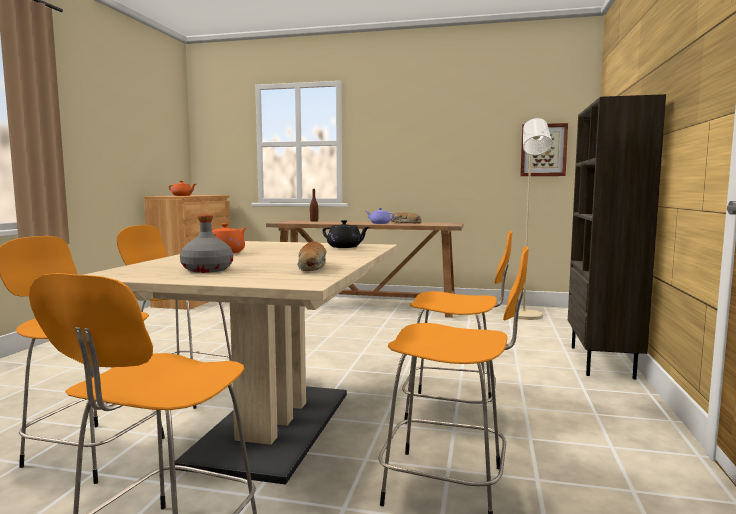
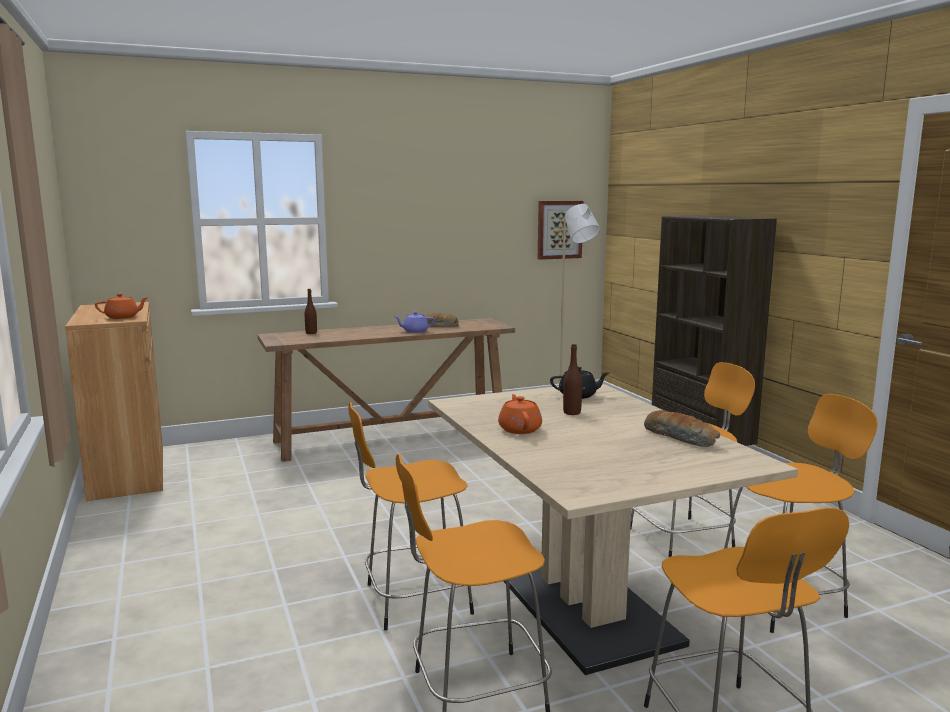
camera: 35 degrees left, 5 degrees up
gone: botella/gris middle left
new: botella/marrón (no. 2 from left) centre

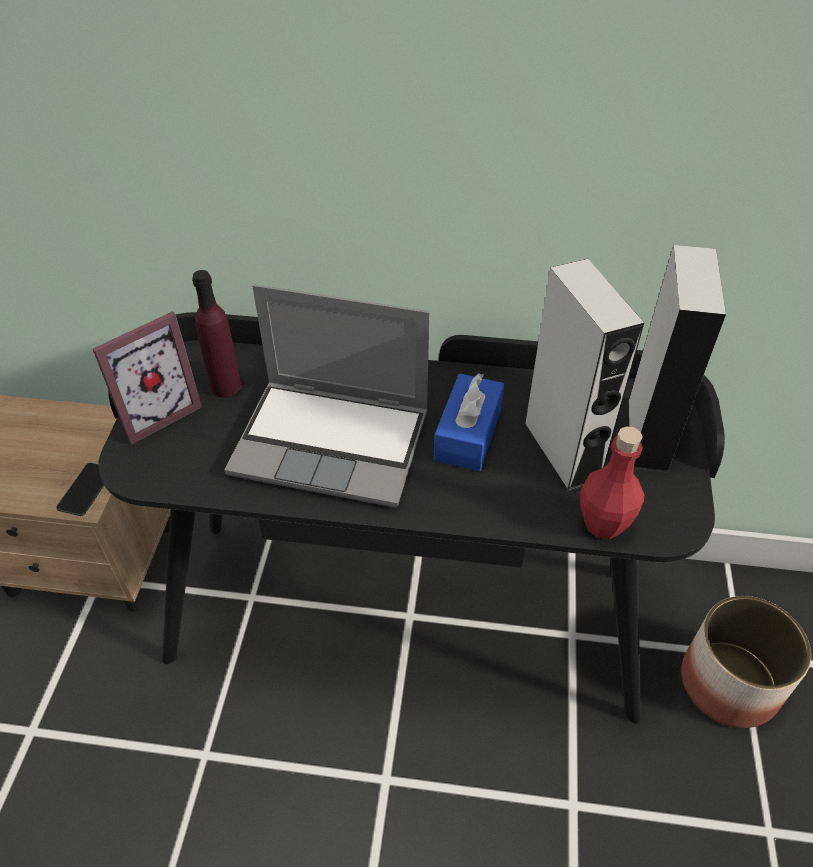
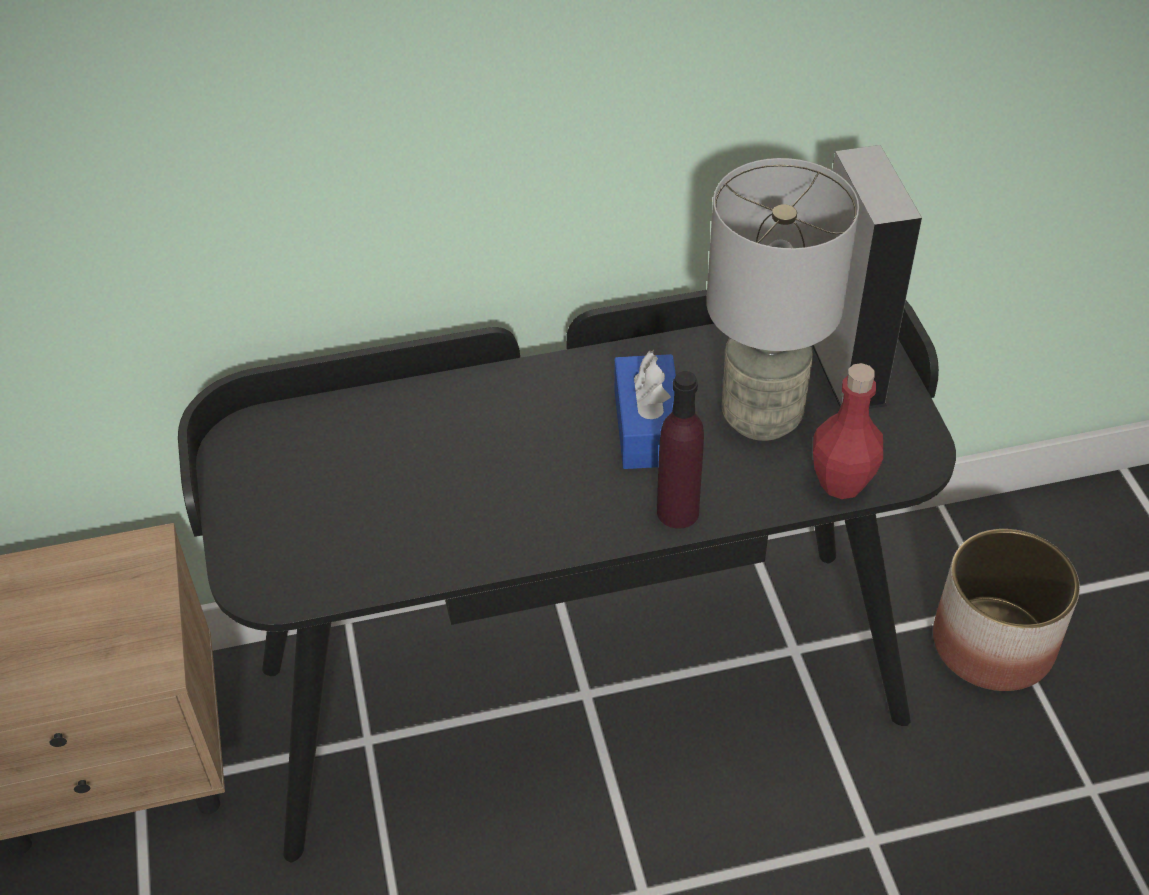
camera: 20 degrees left, 0 degrees up
gone: portátil centre; portarretratos middle left; móvil middle left
shifted: botella/morado middle left to centre
swapped: altavoz/gris (no. 1 from left) middle right to lámpara de mesa/gris middle right

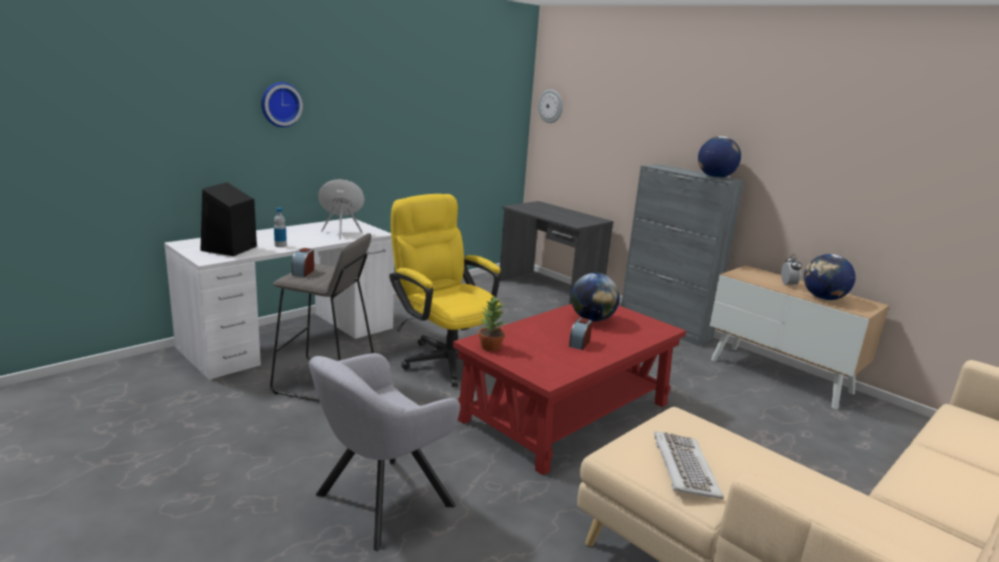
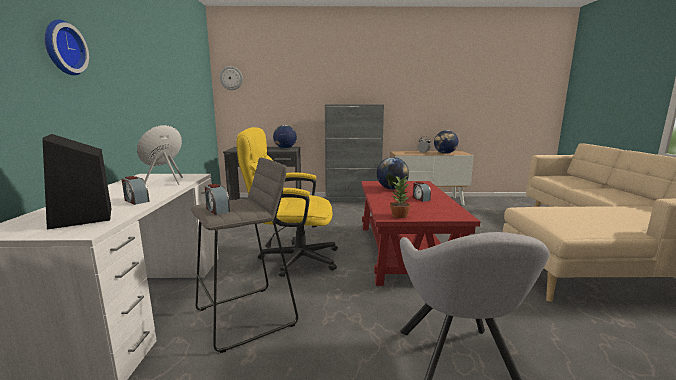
camera: 45 degrees left, 5 degrees down
gone: teclado bottom right
shifted: globo terráqueo (no. 2 from left in the first image) top right to globo terráqueo (no. 1 from left) centre
swapped: botella middle left to despertador (no. 1 from left) middle left

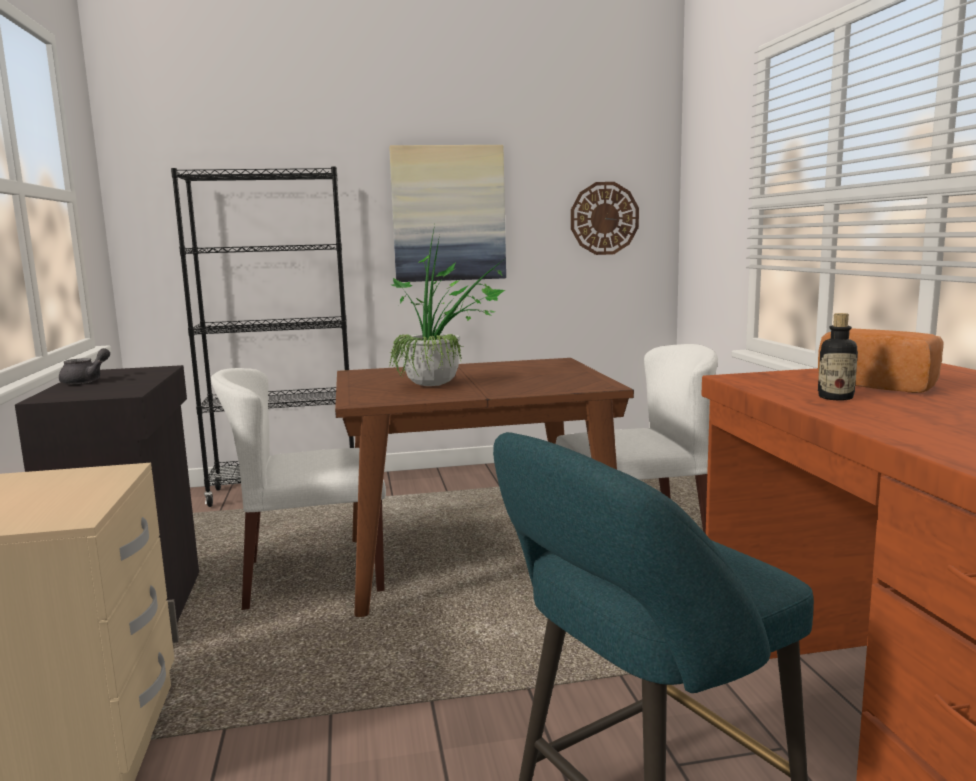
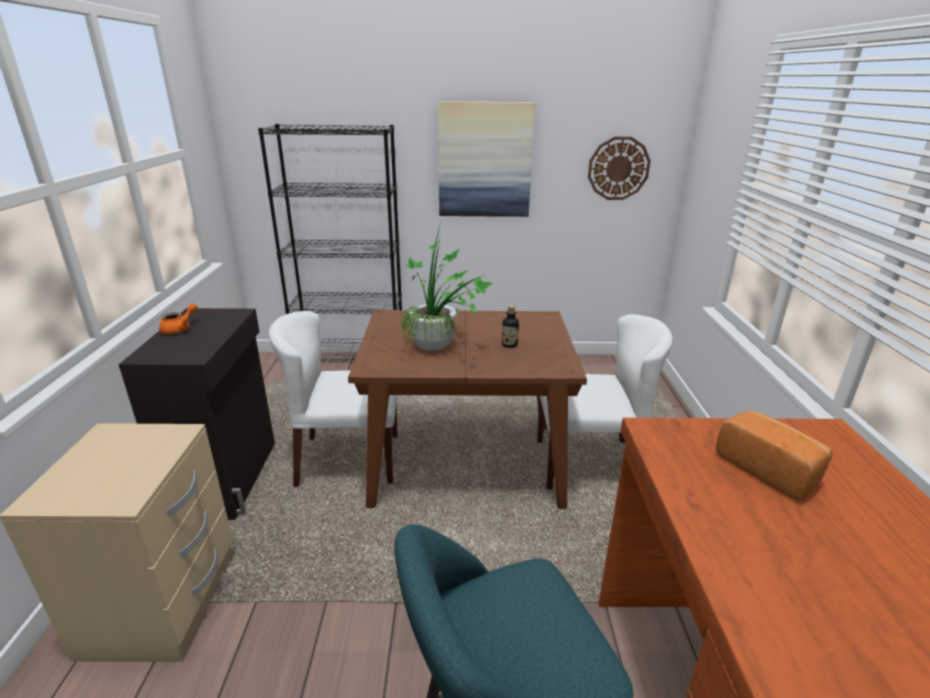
camera: 10 degrees right, 15 degrees up
shifted: botella middle right to centre
repainted: tetera/gris middle left to tetera/naranja middle left

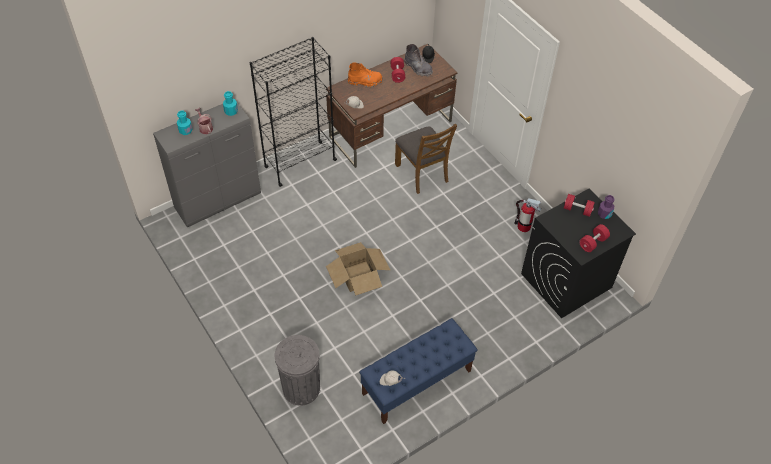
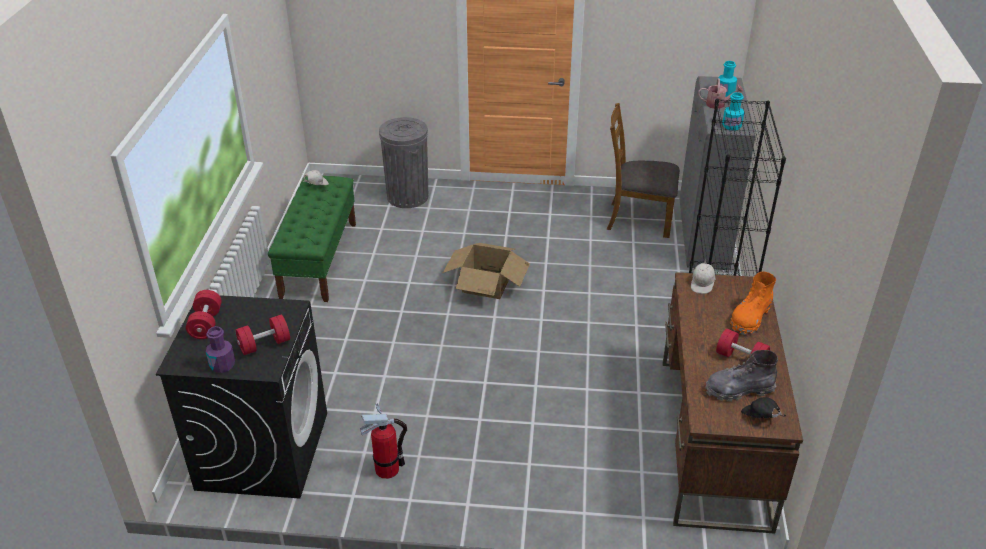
camera: 130 degrees right, 15 degrees down
shifted: silla/marrón centre to top centre
repainted: banco/azul bottom centre to banco/verde middle left

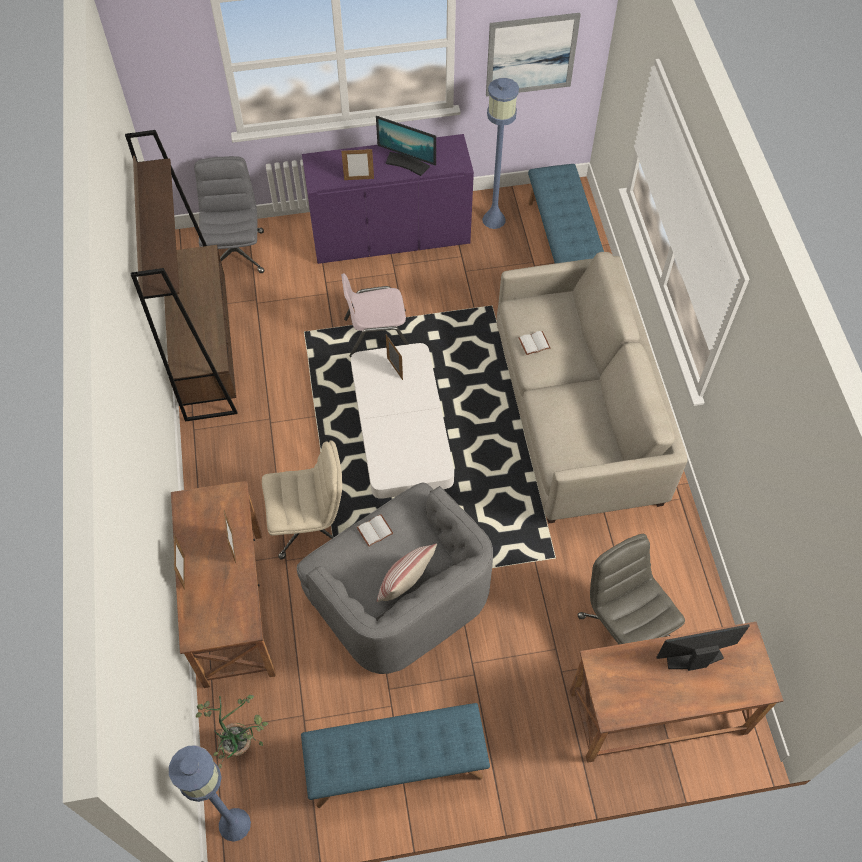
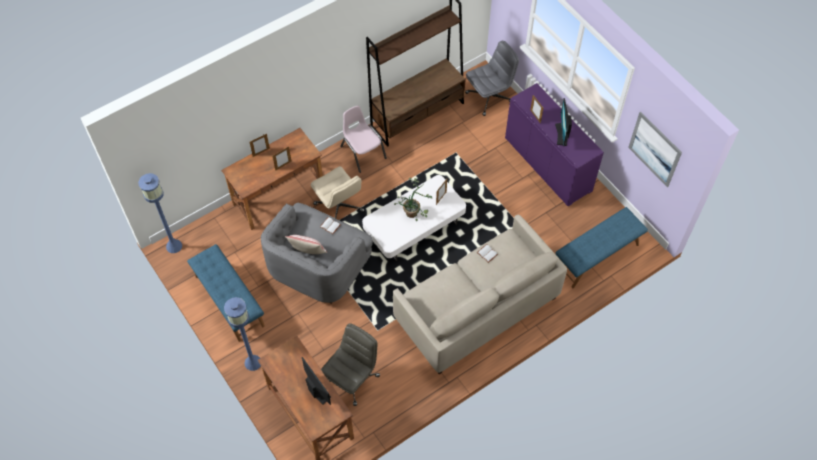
camera: 65 degrees right, 0 degrees up
shifted: lámpara de pie/azul (no. 2 from left) top centre to bottom left; silla/rosa centre to top centre; planta en maceta bottom left to centre

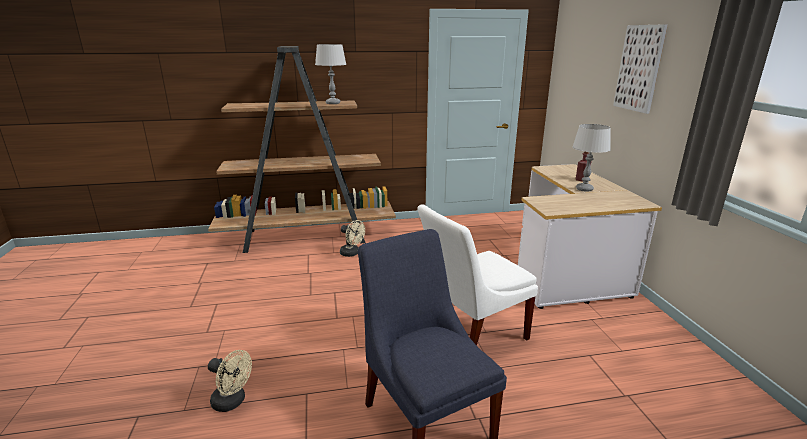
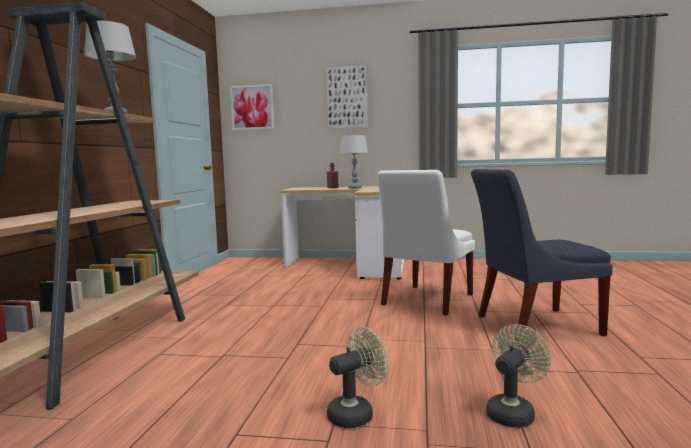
camera: 70 degrees left, 15 degrees down
new: cuadro (no. 1 from left) top centre
shifted: ventilador/beis (no. 2 from left in the first image) centre to ventilador/beis (no. 1 from left) bottom centre
rotated: silla/blanco centre = centre 45 degrees clockwise

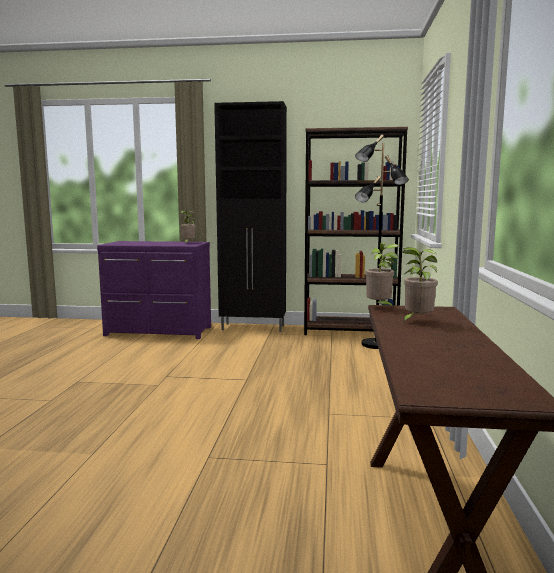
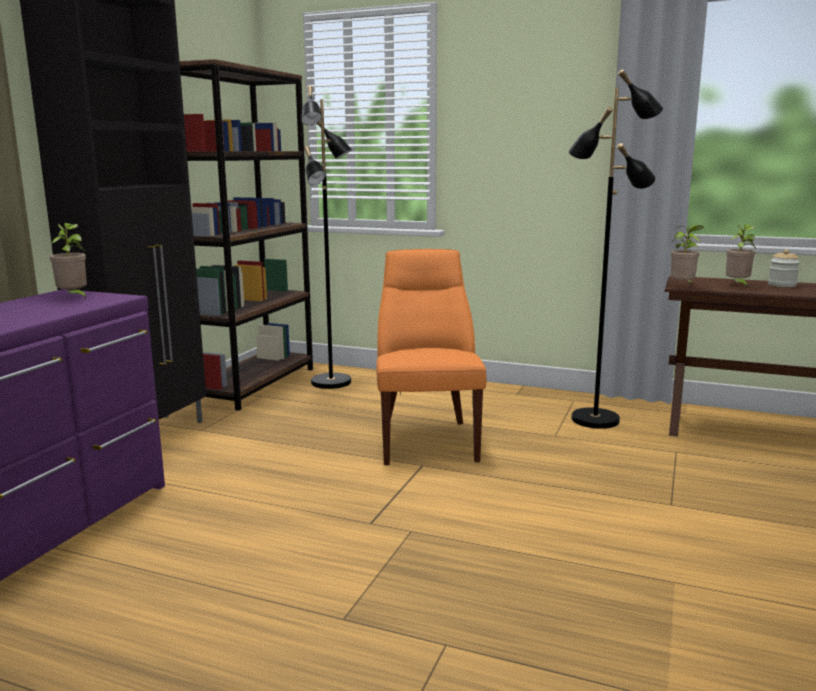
camera: 75 degrees left, 5 degrees up
new: lámpara de pie/negro (no. 2 from left) middle right; silla/naranja centre; tarro middle right

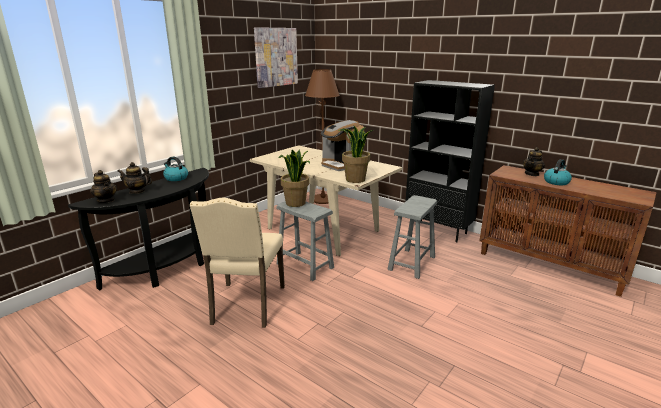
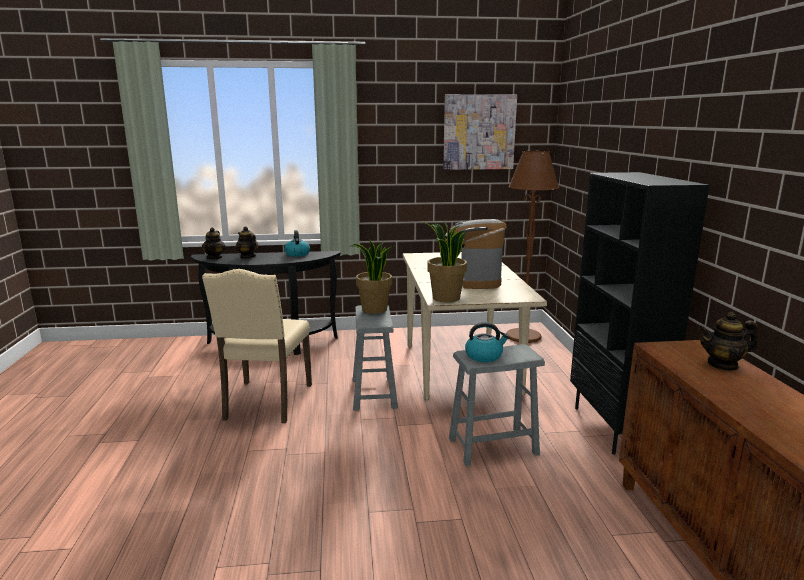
camera: 45 degrees right, 5 degrees down
shifted: hervidor (no. 2 from left) middle right to centre
rotated: silla/beis centre = middle left 45 degrees counterclockwise

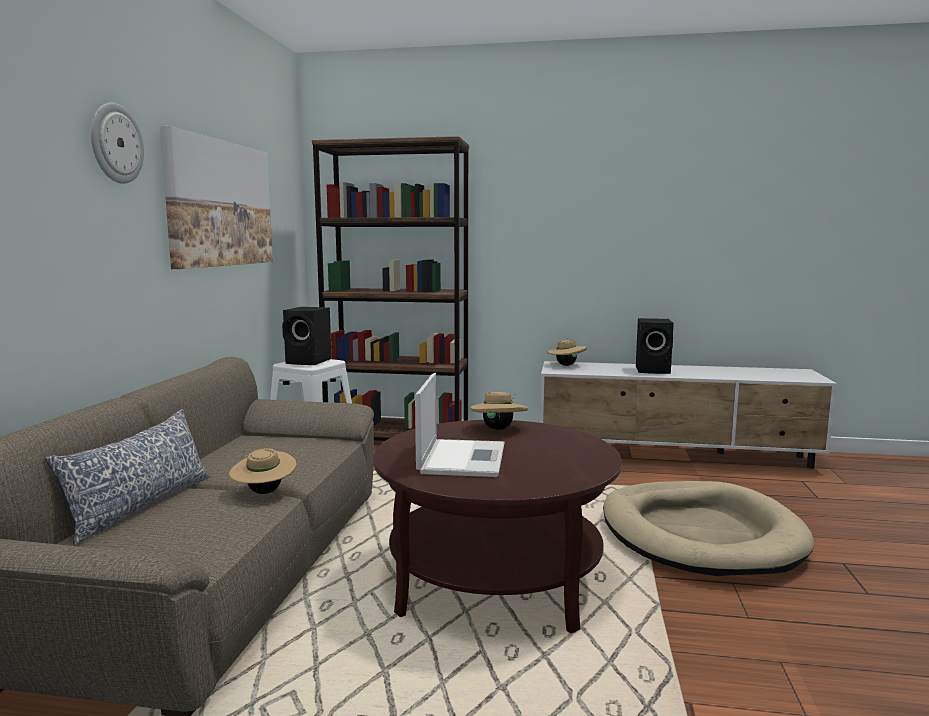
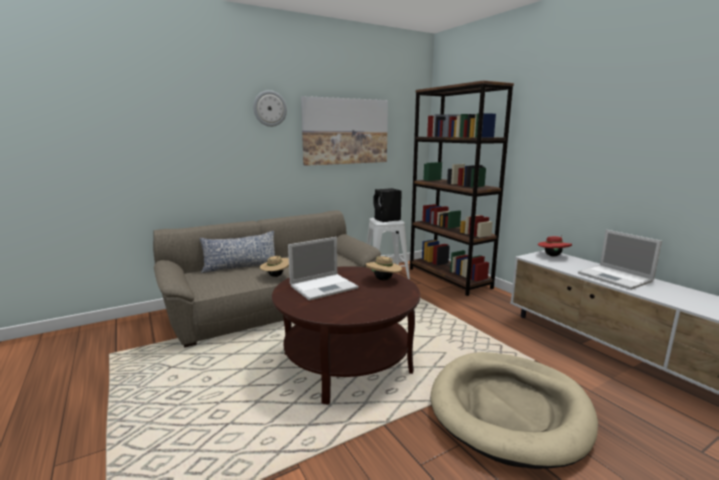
camera: 50 degrees right, 5 degrees up
swapped: altavoz/negro (no. 2 from left) middle right to portátil (no. 2 from left) middle right
repainted: sombrero/beis (no. 3 from left) centre to sombrero/rojo middle right

